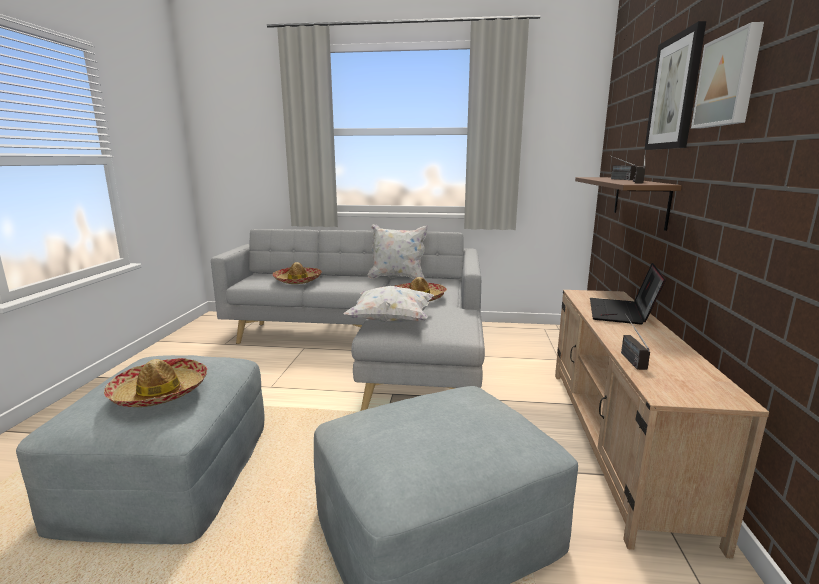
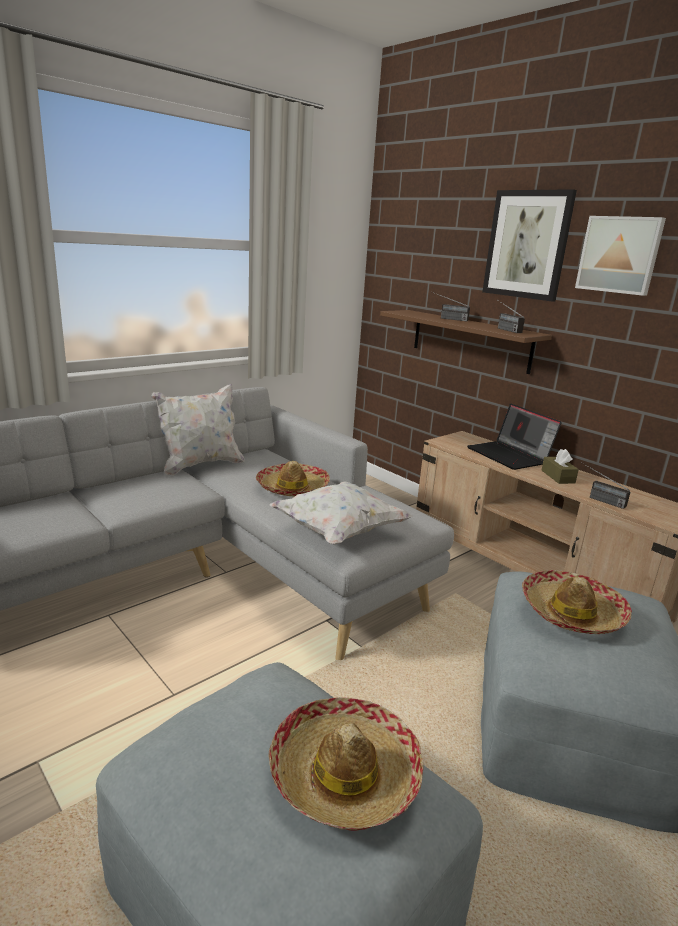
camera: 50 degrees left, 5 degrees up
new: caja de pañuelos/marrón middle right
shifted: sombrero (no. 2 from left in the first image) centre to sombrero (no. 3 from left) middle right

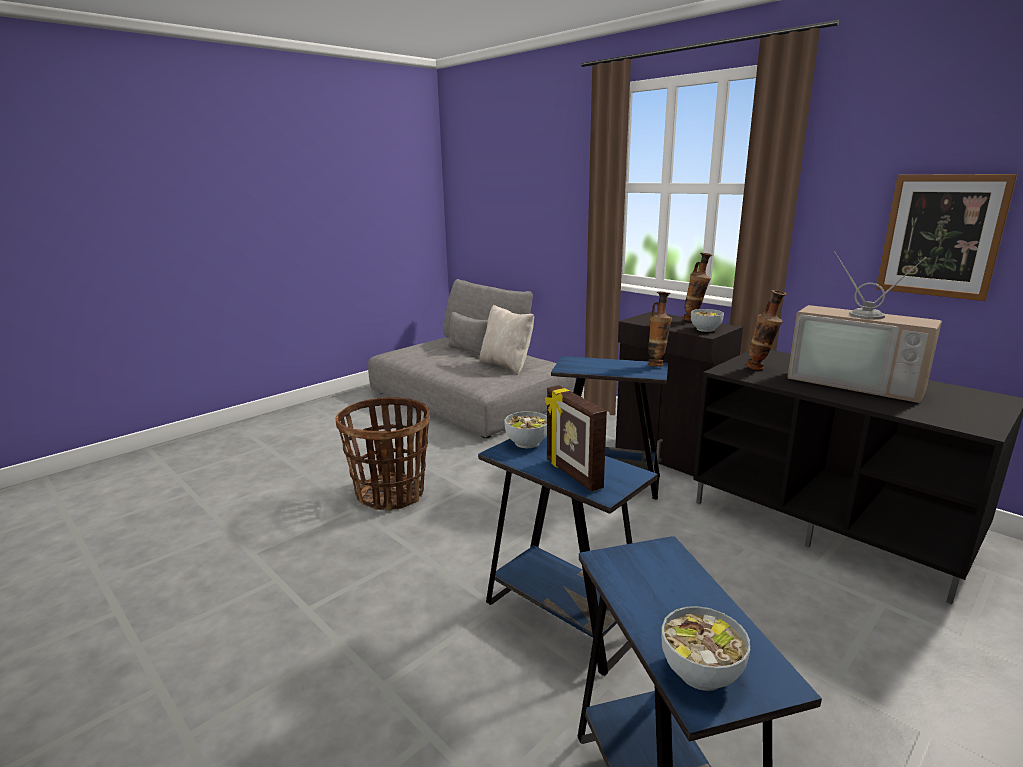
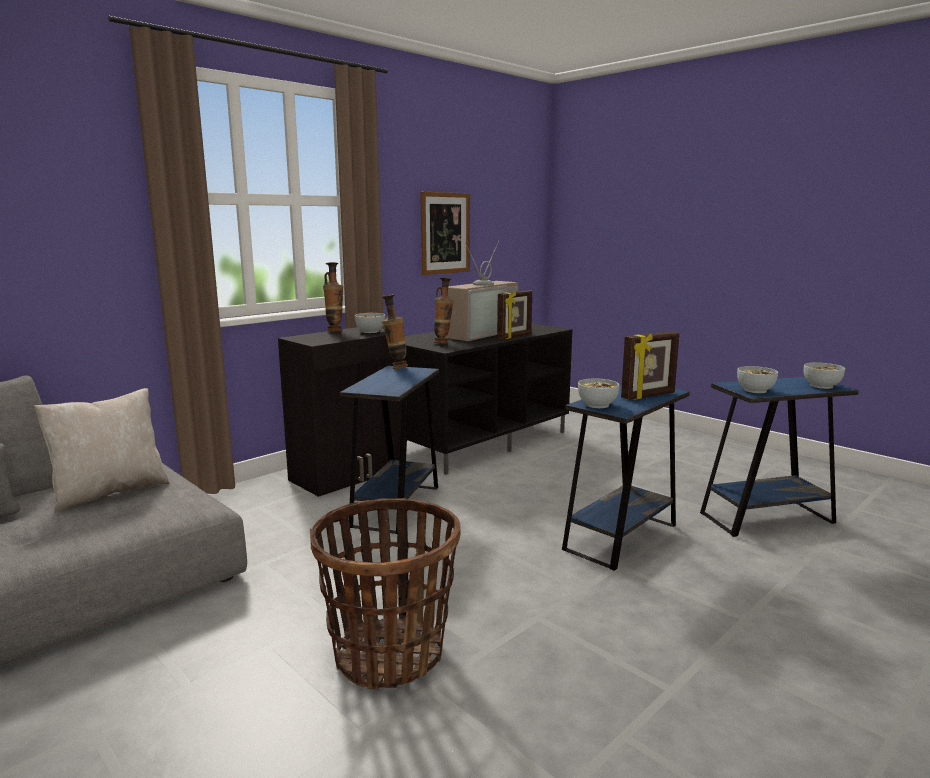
camera: 90 degrees left, 5 degrees down
new: portarretratos (no. 1 from left) centre; cuenco (no. 3 from left) middle right

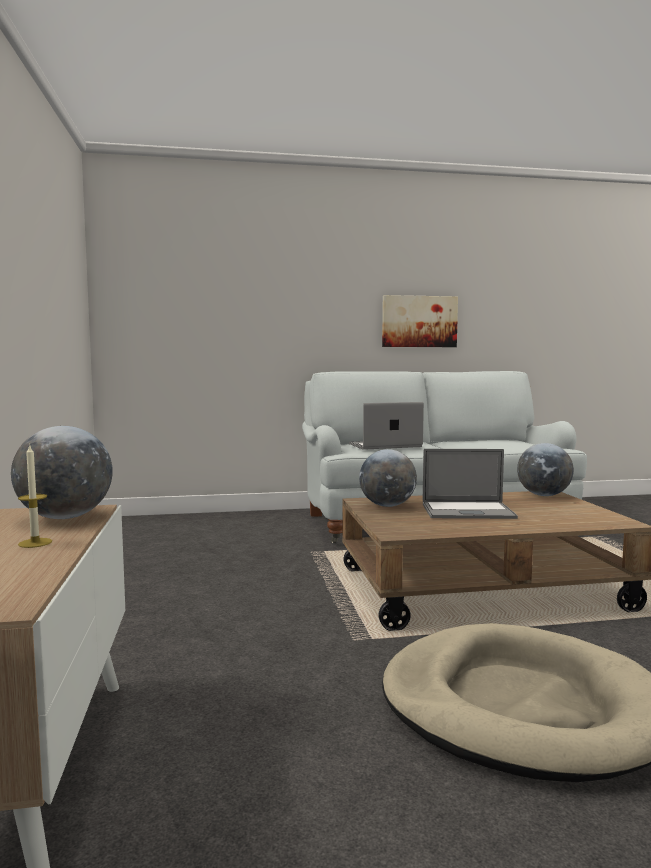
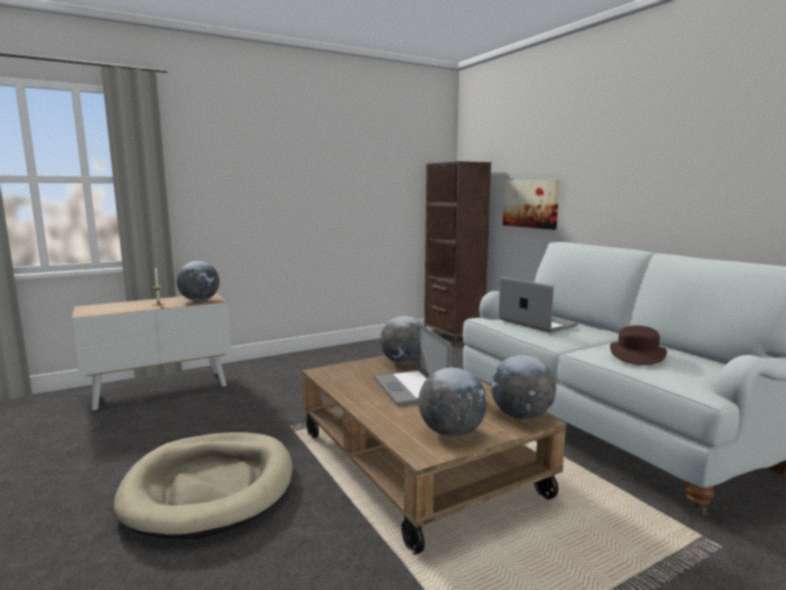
camera: 70 degrees right, 5 degrees up
new: estantería/marrón centre; sombrero/marrón middle right; globo terráqueo (no. 3 from left) bottom centre
shifted: cuadro centre to middle right

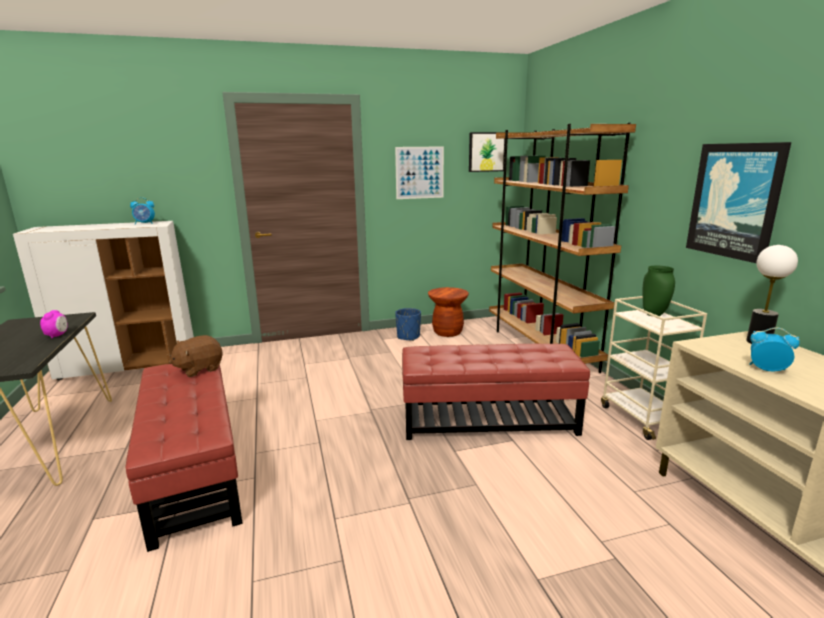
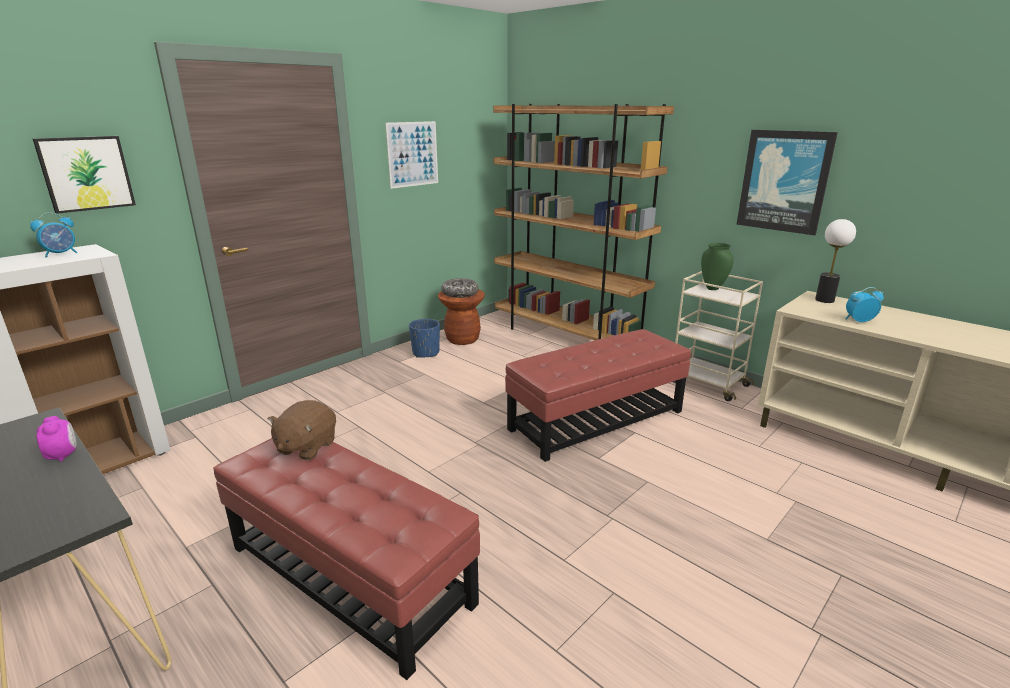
camera: 30 degrees left, 5 degrees up
new: cuenco centre
shifted: cuadro (no. 2 from left in the first image) top centre to cuadro (no. 1 from left) top left

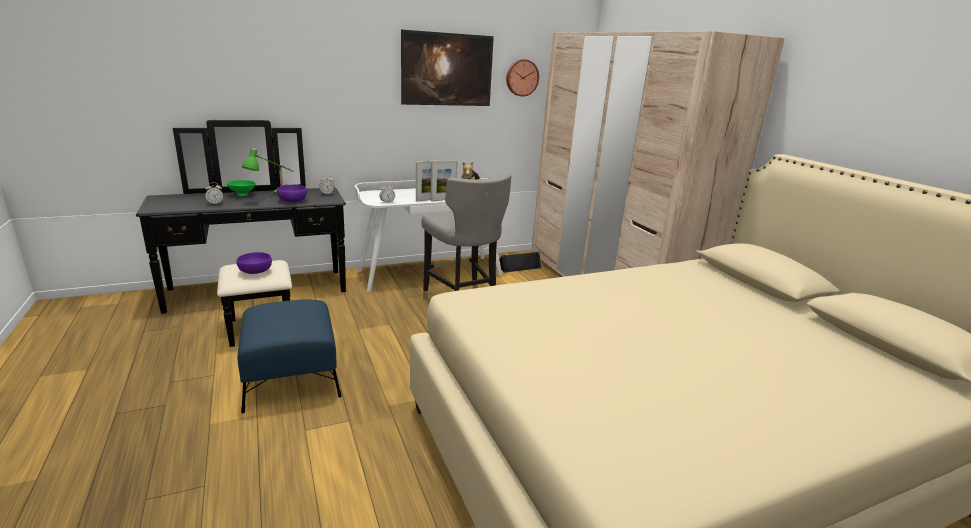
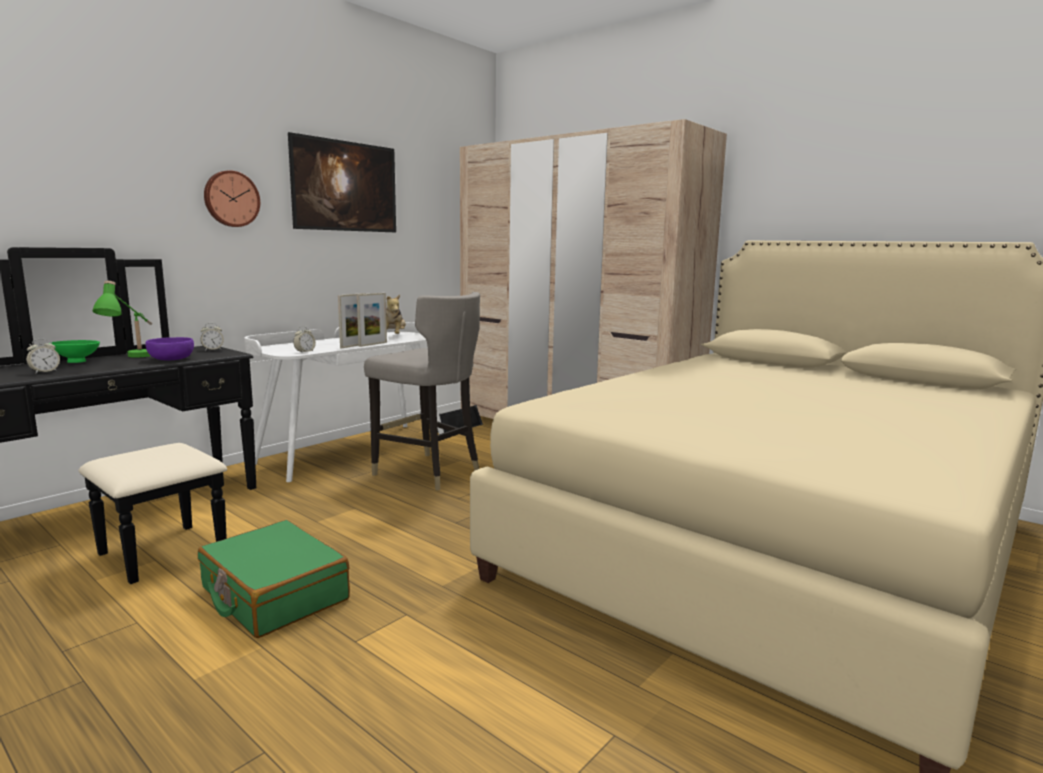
camera: 25 degrees left, 10 degrees down
gone: cuenco/morado (no. 1 from left) middle left
shifted: reloj de pared top centre to top left
swapped: puf/azul bottom left to maleta/verde bottom left

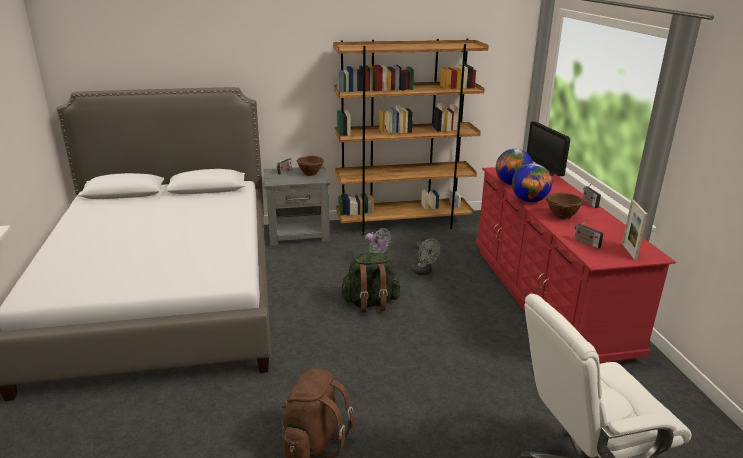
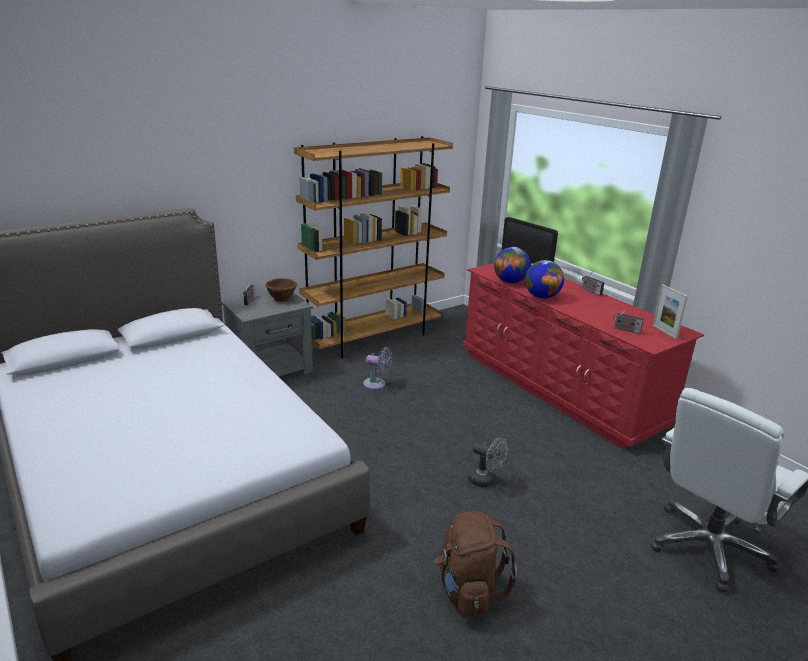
camera: 25 degrees left, 0 degrees up
gone: cuenco/marrón (no. 2 from left) middle right; mochila/verde centre
shifted: ventilador/gris (no. 2 from left) centre to bottom centre

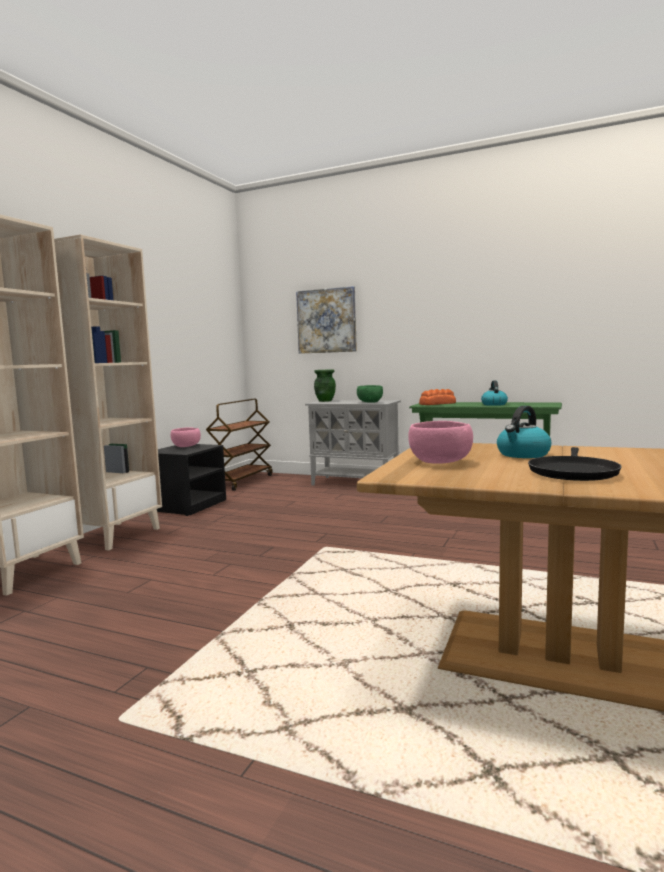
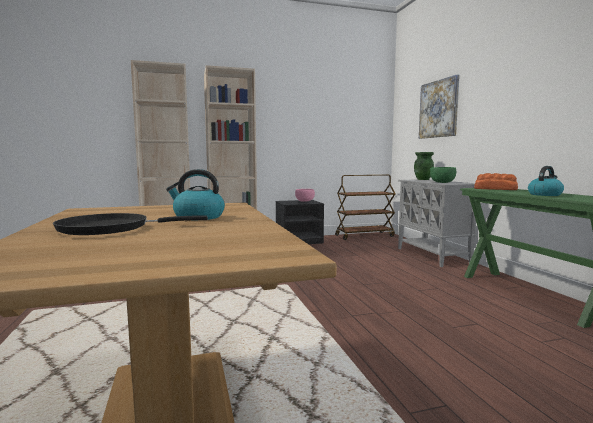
camera: 50 degrees right, 0 degrees up
gone: cuenco/rosa (no. 2 from left) centre

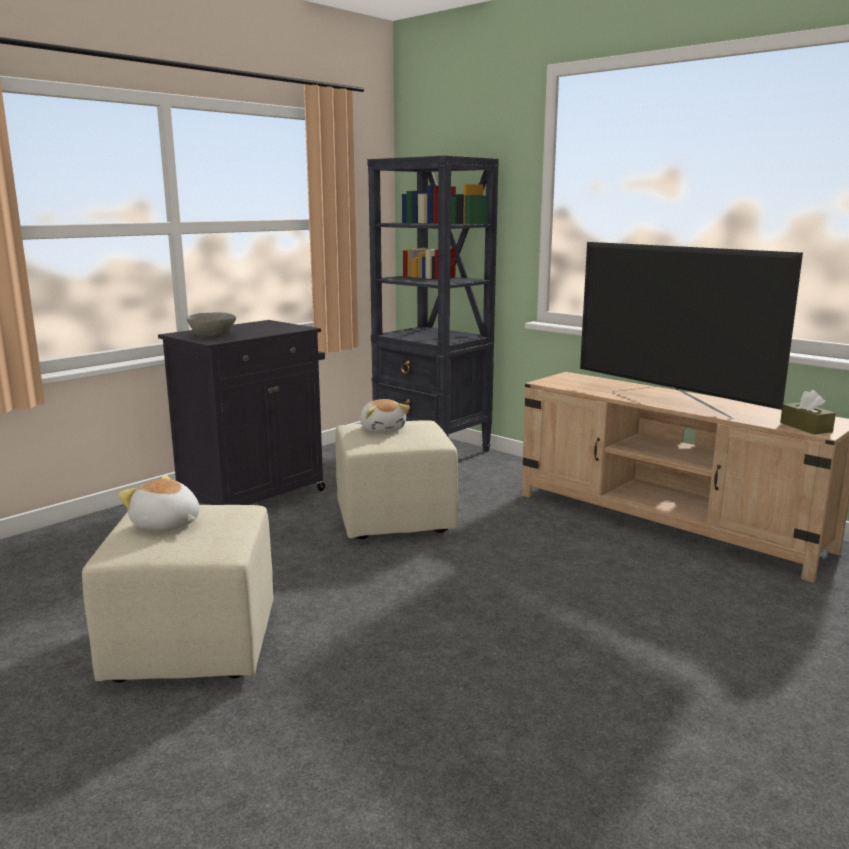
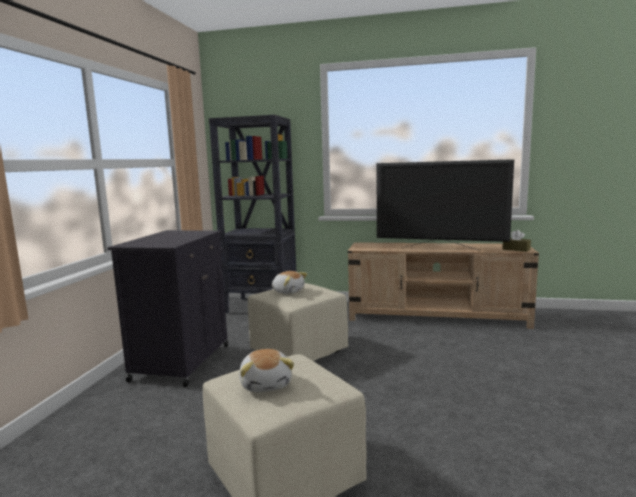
camera: 30 degrees left, 5 degrees down
gone: cuenco/gris middle left
rotated: peluche (no. 1 from left) middle left = bottom centre 105 degrees counterclockwise

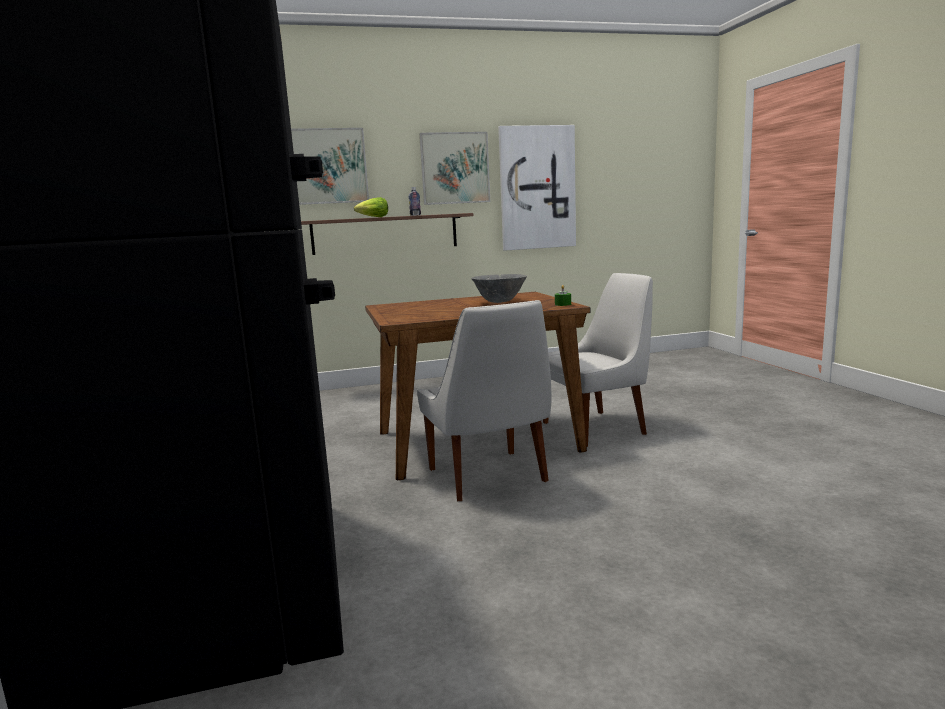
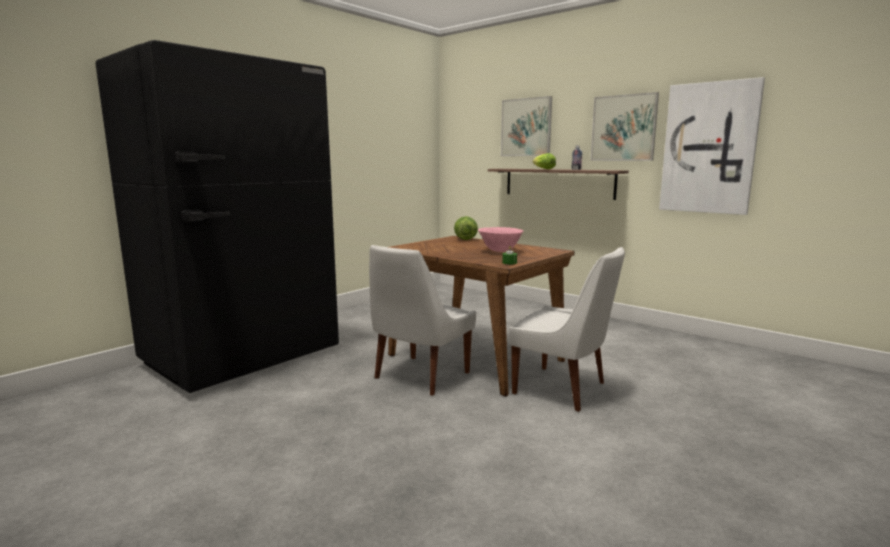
camera: 55 degrees right, 0 degrees up
new: lechuga (no. 1 from left) centre
repainted: cuenco/gris centre to cuenco/rosa centre

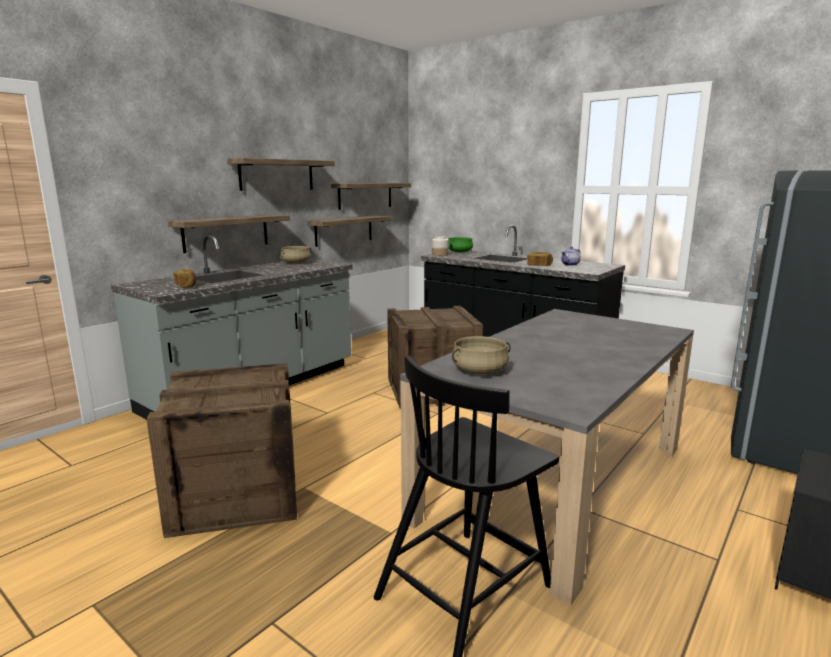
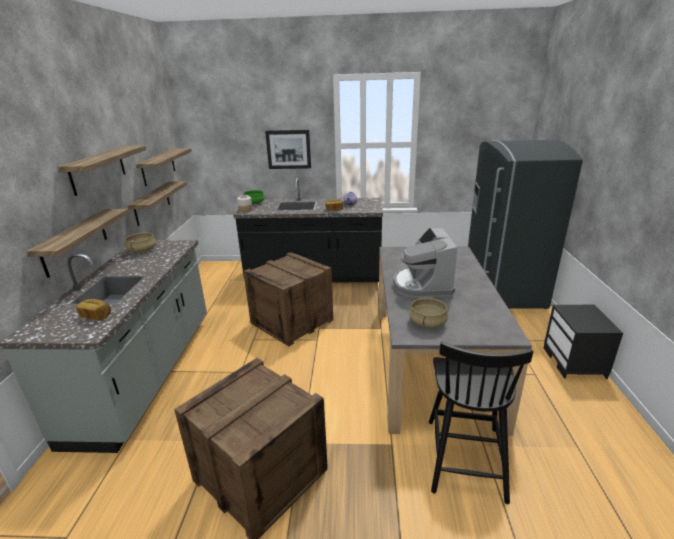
camera: 35 degrees left, 10 degrees up
new: cuadro top centre; cafetera centre

